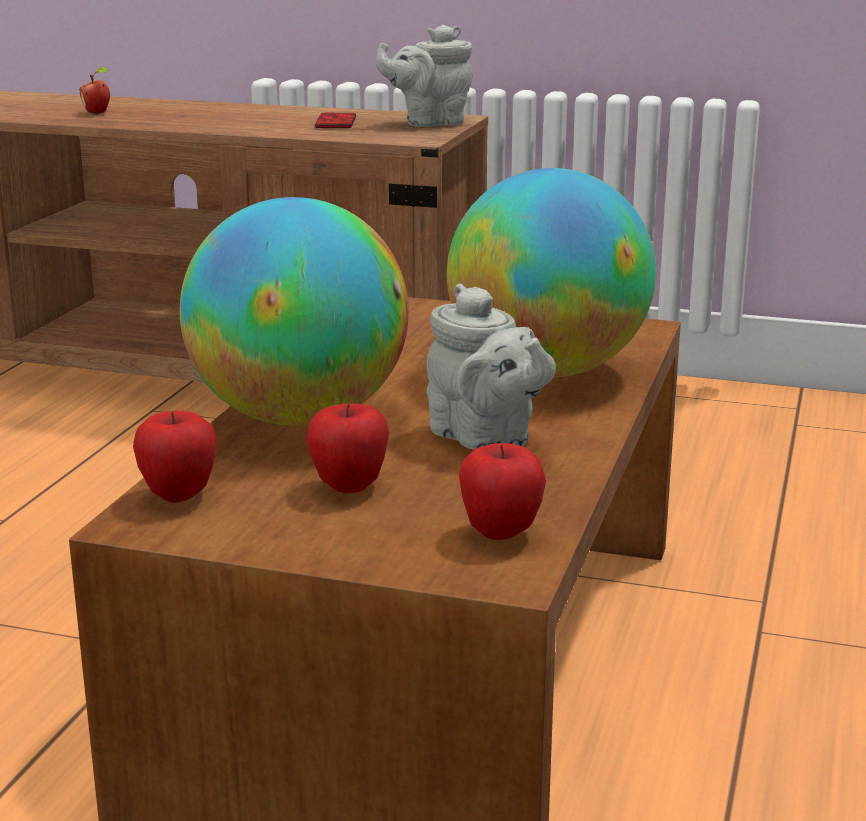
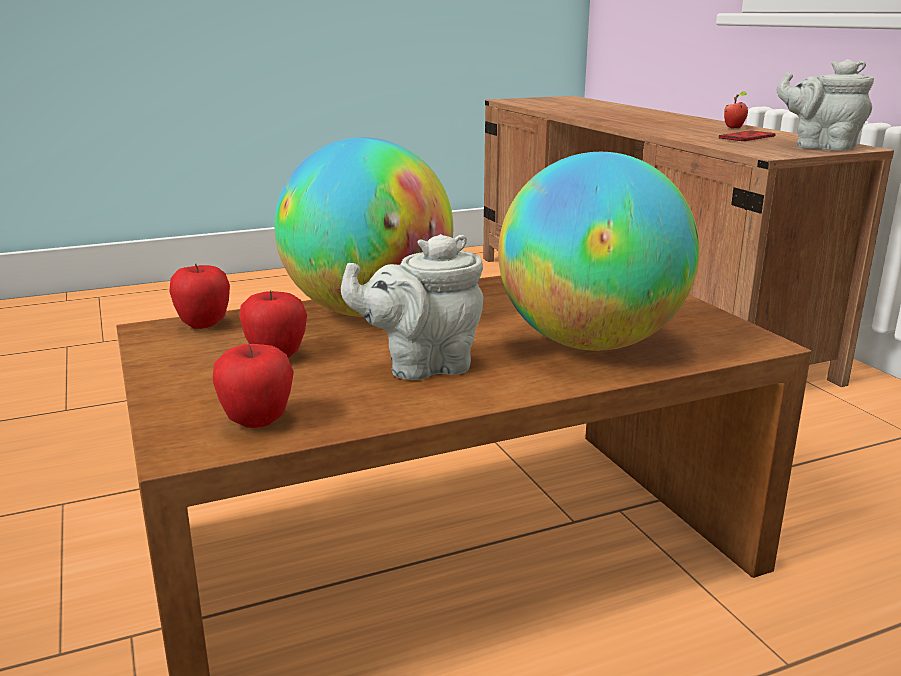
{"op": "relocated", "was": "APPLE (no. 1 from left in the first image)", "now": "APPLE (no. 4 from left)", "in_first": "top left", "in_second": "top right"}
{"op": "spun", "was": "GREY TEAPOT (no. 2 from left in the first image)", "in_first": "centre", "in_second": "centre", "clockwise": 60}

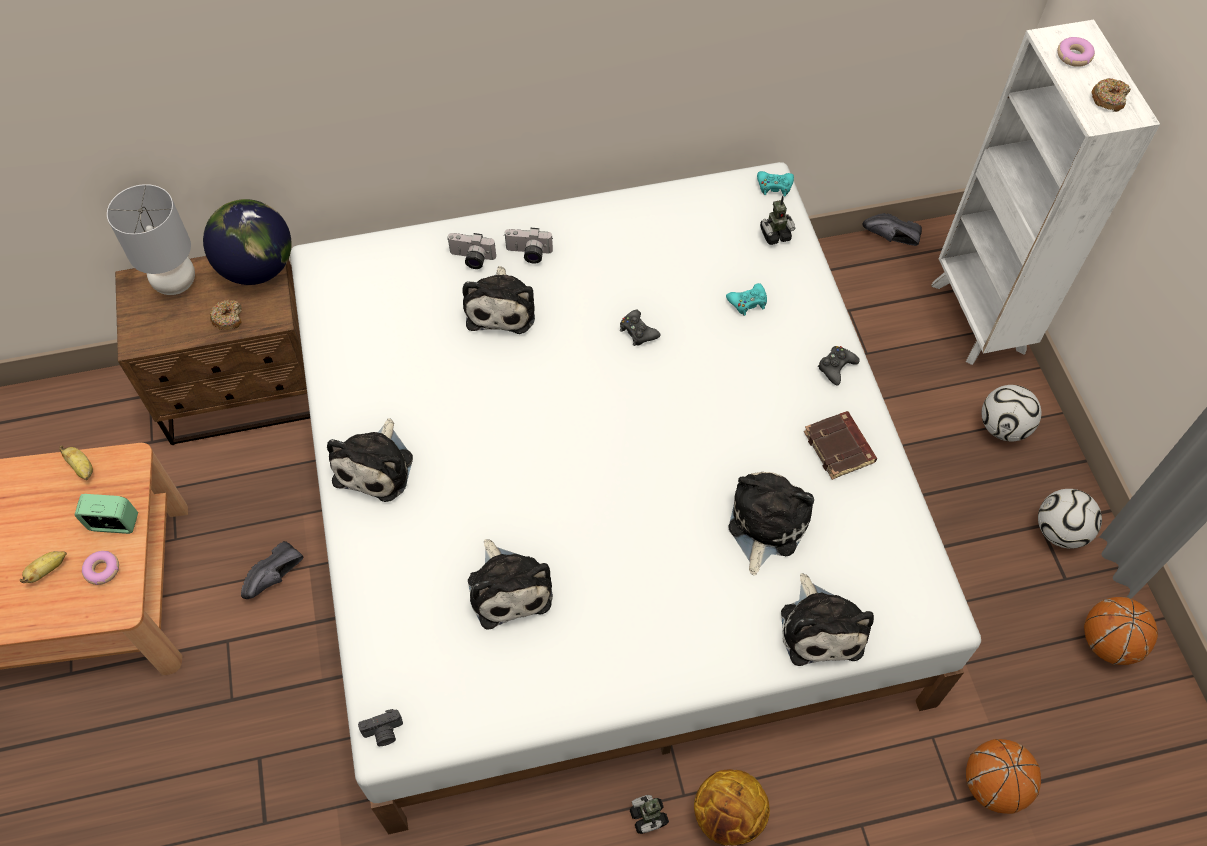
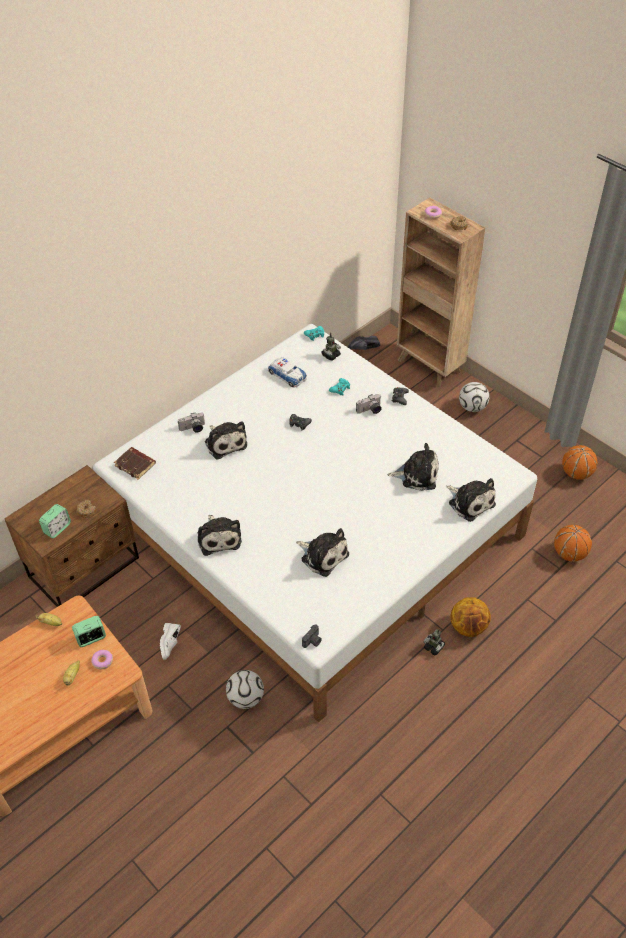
{"op": "colour", "was": "WHITE BOOKCASE", "now": "BROWN BOOKCASE", "in_first": "top right", "in_second": "top right"}
{"op": "missing", "was": "GREY TABLE LAMP", "in_first": "top left"}
{"op": "missing", "was": "GLOBE", "in_first": "top left"}
{"op": "relocated", "was": "PHOTO CAMERA (no. 3 from left)", "in_first": "top centre", "in_second": "centre"}
{"op": "relocated", "was": "BROWN BOOK", "in_first": "middle right", "in_second": "middle left"}
{"op": "spun", "was": "PLUSH TOY (no. 4 from left)", "in_first": "centre", "in_second": "centre", "clockwise": 105}
{"op": "relocated", "was": "FOOTBALL (no. 2 from left in the first image)", "now": "FOOTBALL (no. 1 from left)", "in_first": "middle right", "in_second": "bottom centre"}
{"op": "colour", "was": "BLACK SHOE (no. 1 from left)", "now": "WHITE SHOE", "in_first": "bottom left", "in_second": "bottom left"}
{"op": "appeared", "now": "TOY CAR", "in_second": "centre"}
{"op": "appeared", "now": "ALARM CLOCK (no. 1 from left)", "in_second": "middle left"}

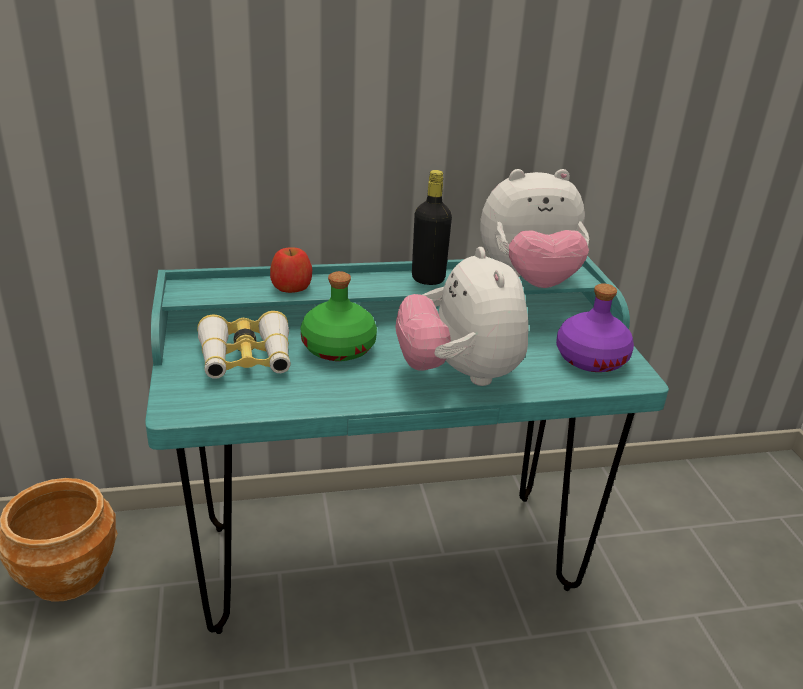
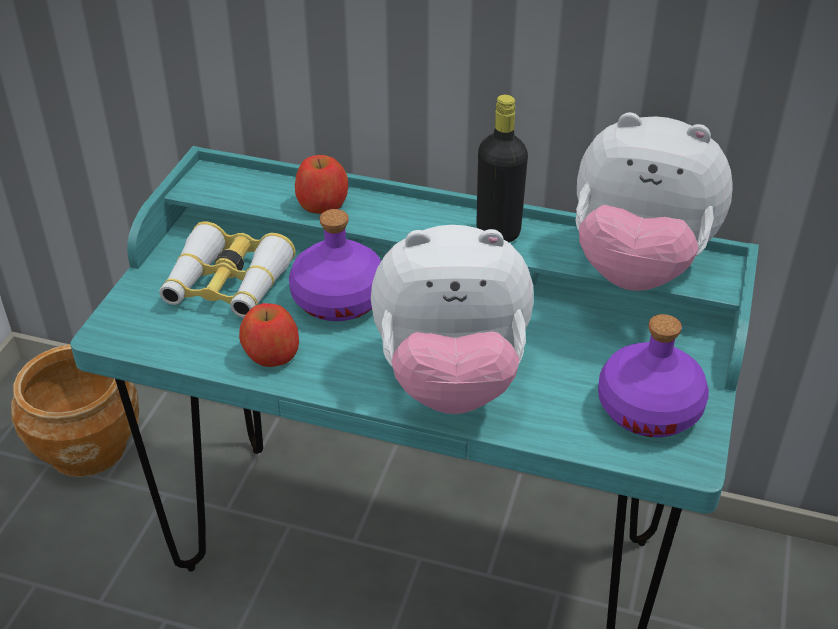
{"op": "spun", "was": "PLUSH TOY (no. 1 from left)", "in_first": "centre", "in_second": "centre", "clockwise": -105}
{"op": "colour", "was": "GREEN BOTTLE", "now": "PURPLE BOTTLE (no. 1 from left)", "in_first": "centre", "in_second": "centre"}
{"op": "appeared", "now": "APPLE (no. 1 from left)", "in_second": "middle left"}

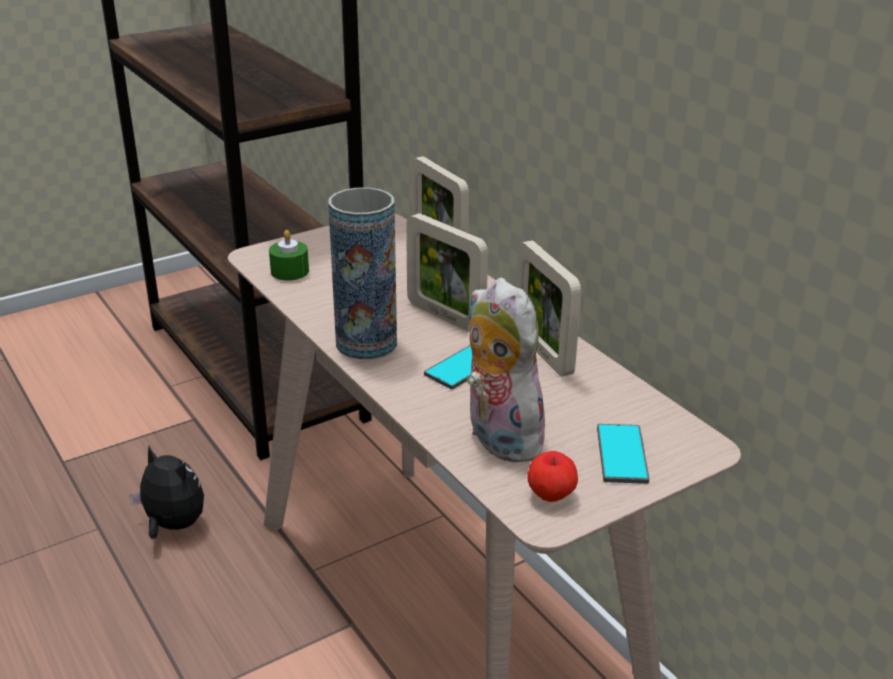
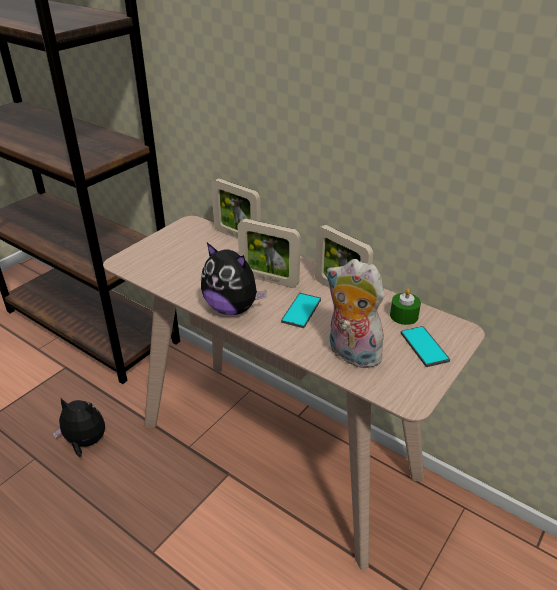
{"op": "exchanged", "was": "VASE", "now": "PLUSH TOY (no. 2 from left)", "in_first": "centre", "in_second": "centre"}
{"op": "relocated", "was": "GREEN CANDLE", "in_first": "middle left", "in_second": "middle right"}
{"op": "missing", "was": "APPLE", "in_first": "bottom centre"}

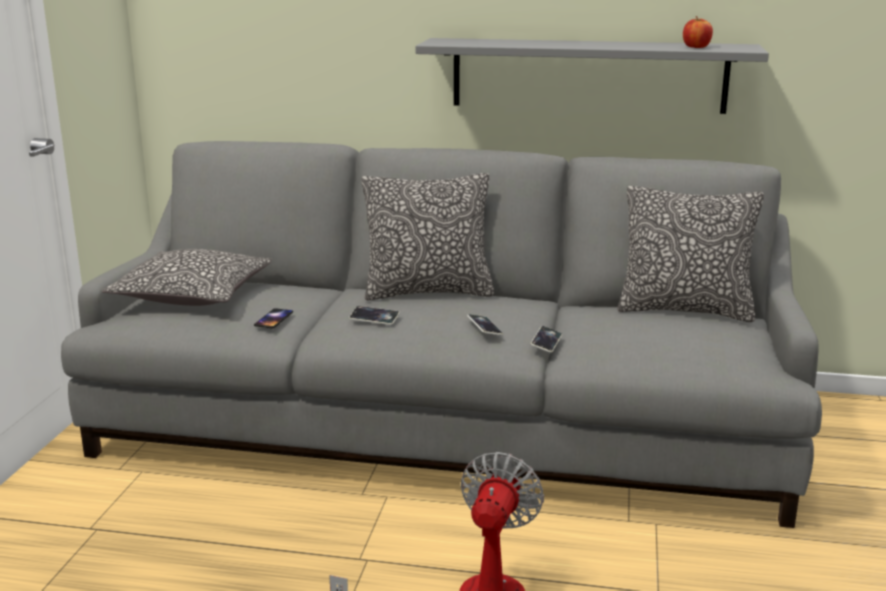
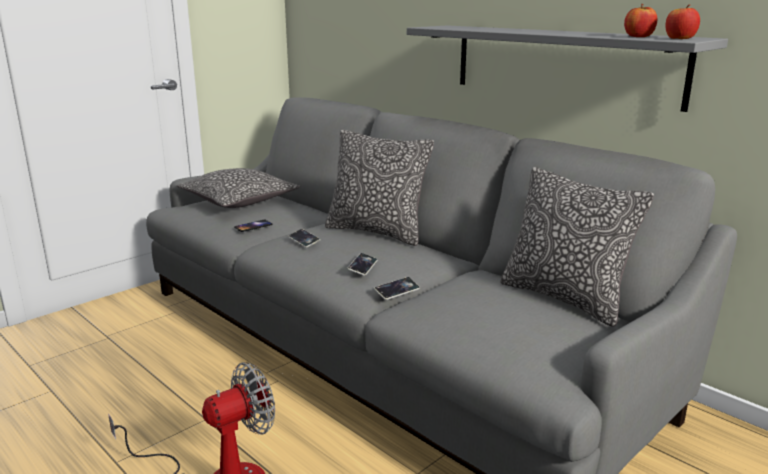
{"op": "appeared", "now": "APPLE (no. 2 from left)", "in_second": "top right"}

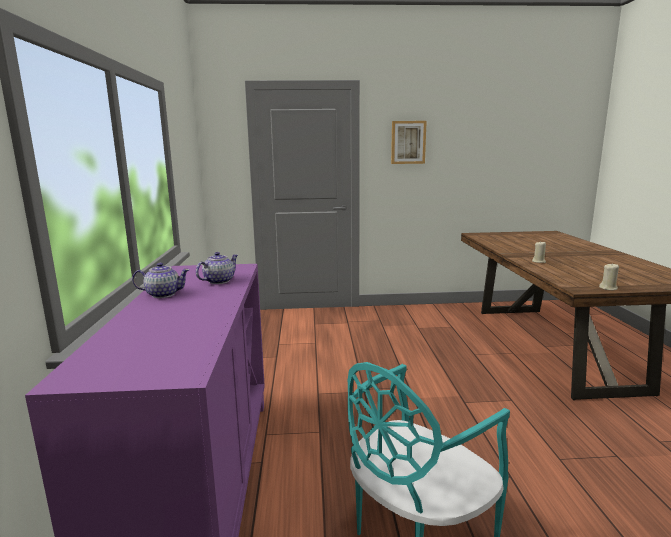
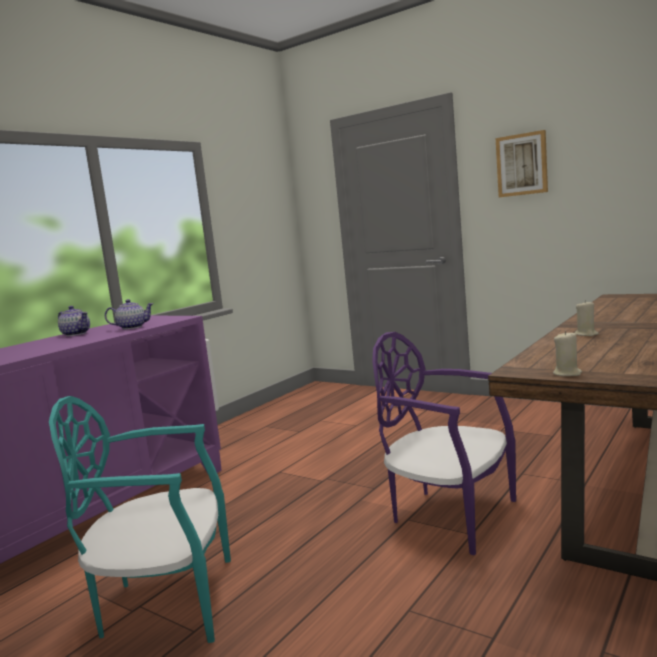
{"op": "appeared", "now": "PURPLE CHAIR", "in_second": "bottom right"}

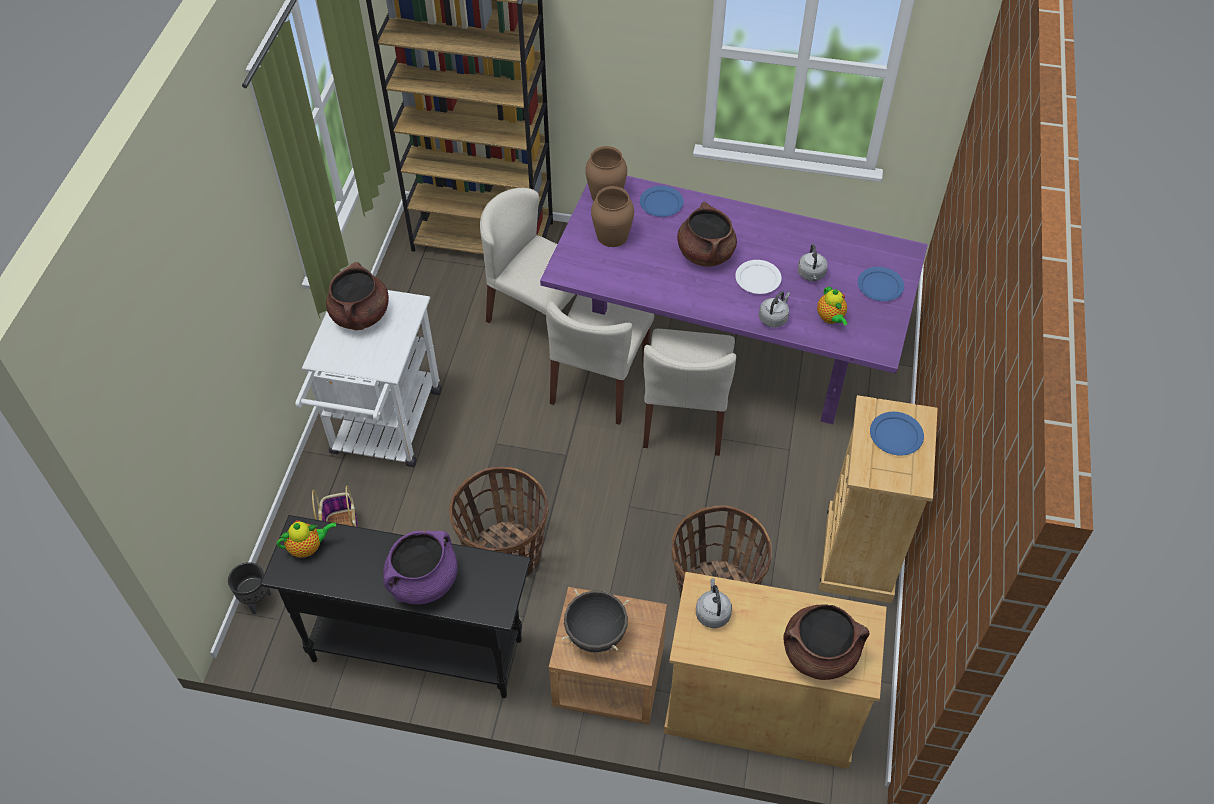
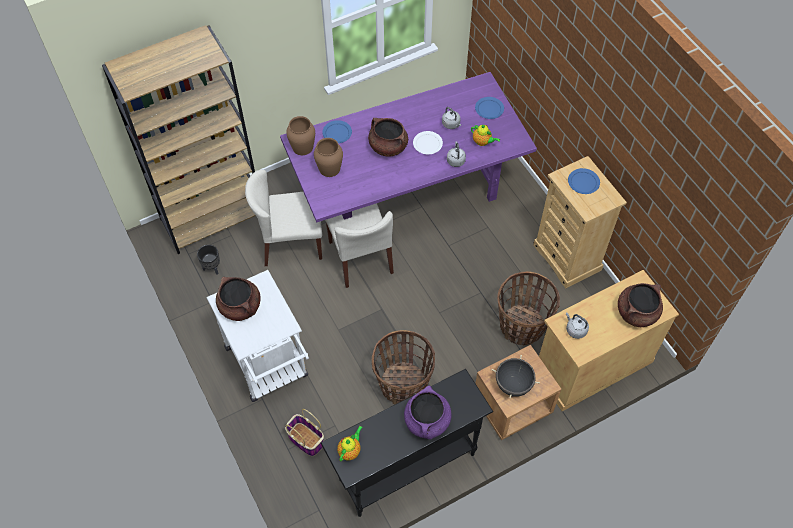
{"op": "missing", "was": "BEIGE CHAIR (no. 3 from left)", "in_first": "centre"}
{"op": "relocated", "was": "BLACK PLANTER", "in_first": "bottom left", "in_second": "middle left"}

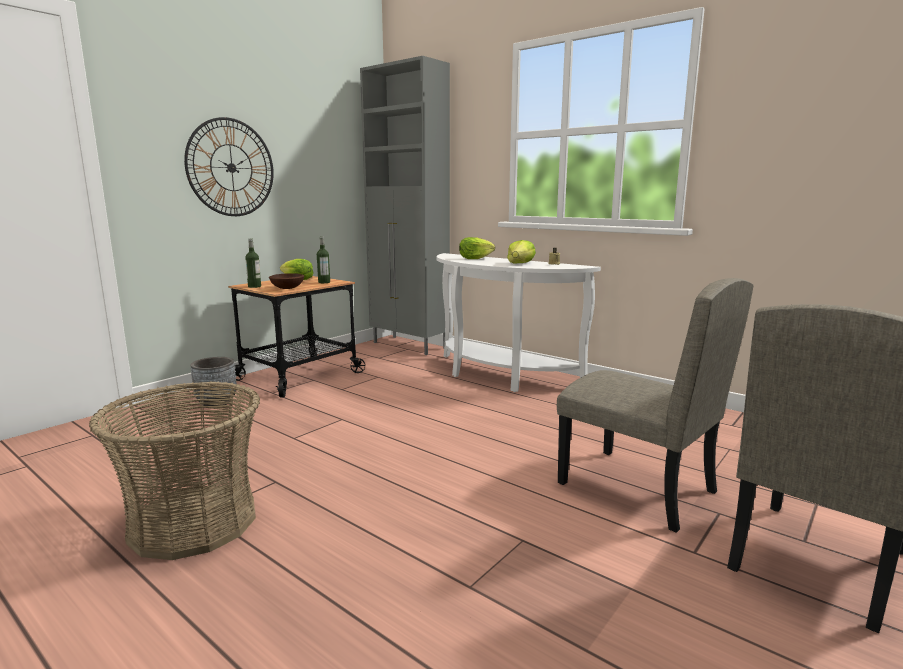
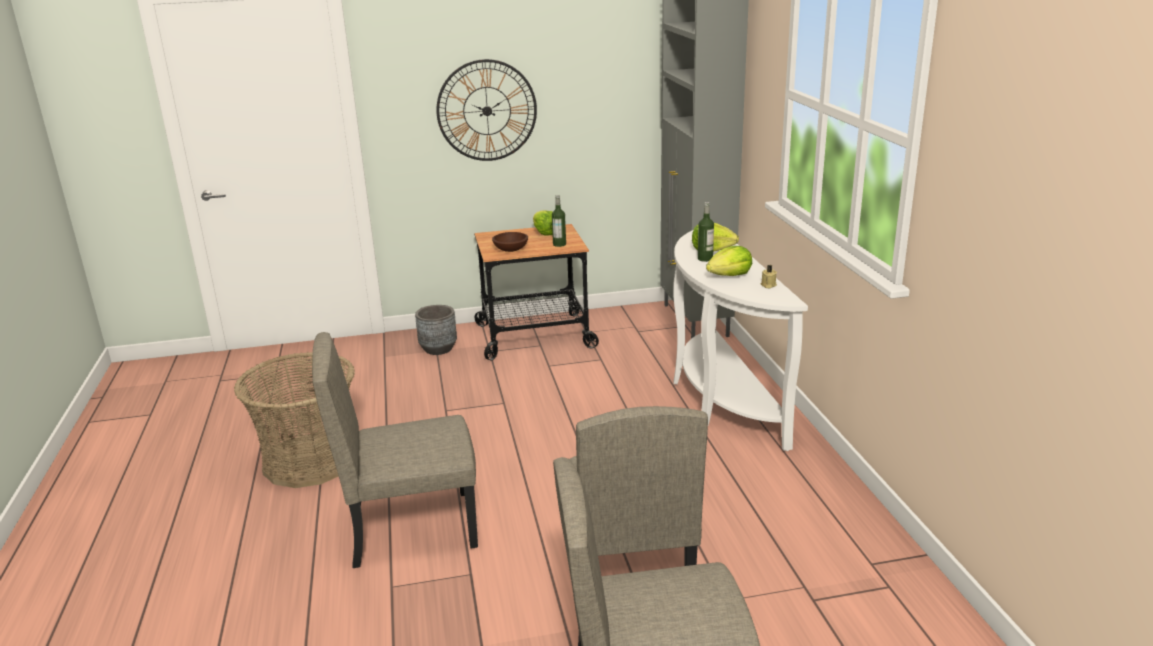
{"op": "relocated", "was": "BOTTLE (no. 1 from left in the first image)", "now": "BOTTLE (no. 2 from left)", "in_first": "middle left", "in_second": "centre"}
{"op": "appeared", "now": "BEIGE CHAIR (no. 1 from left)", "in_second": "bottom centre"}

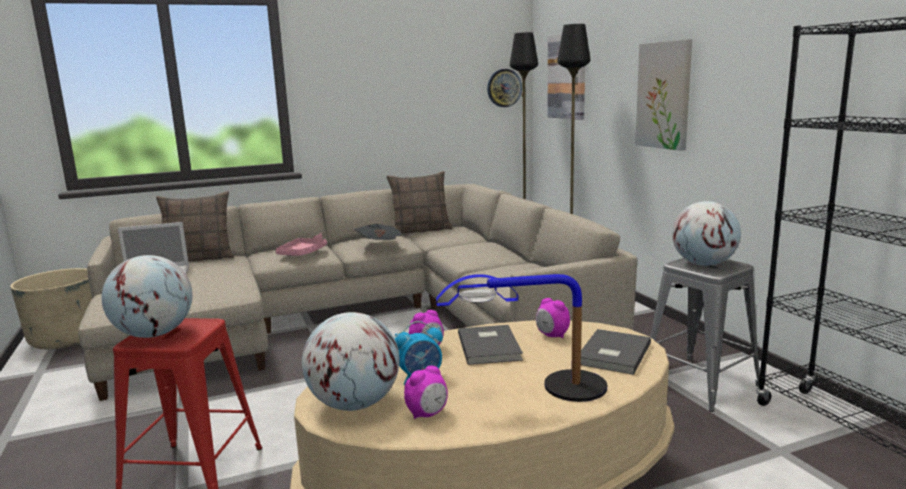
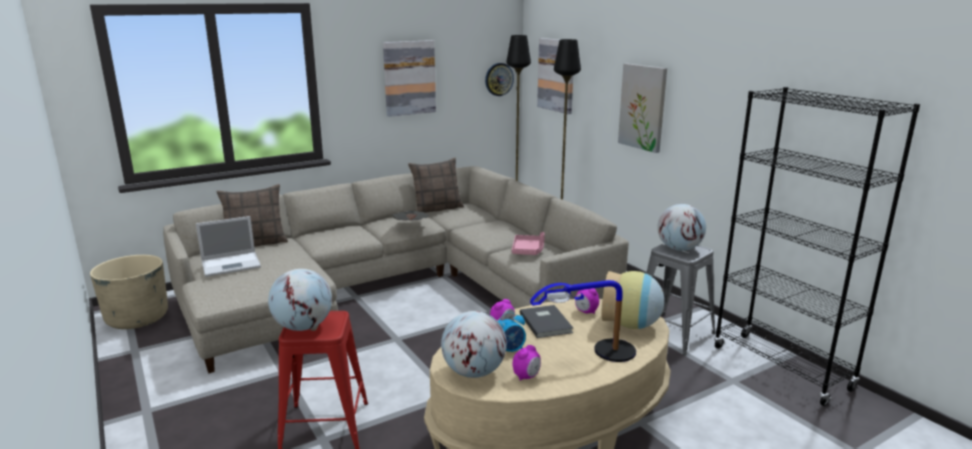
{"op": "relocated", "was": "PINK TRAY", "in_first": "middle left", "in_second": "centre"}
{"op": "exchanged", "was": "GREY BOOK (no. 2 from left)", "now": "VASE", "in_first": "bottom right", "in_second": "bottom centre"}
{"op": "appeared", "now": "PICTURE (no. 1 from left)", "in_second": "top centre"}

